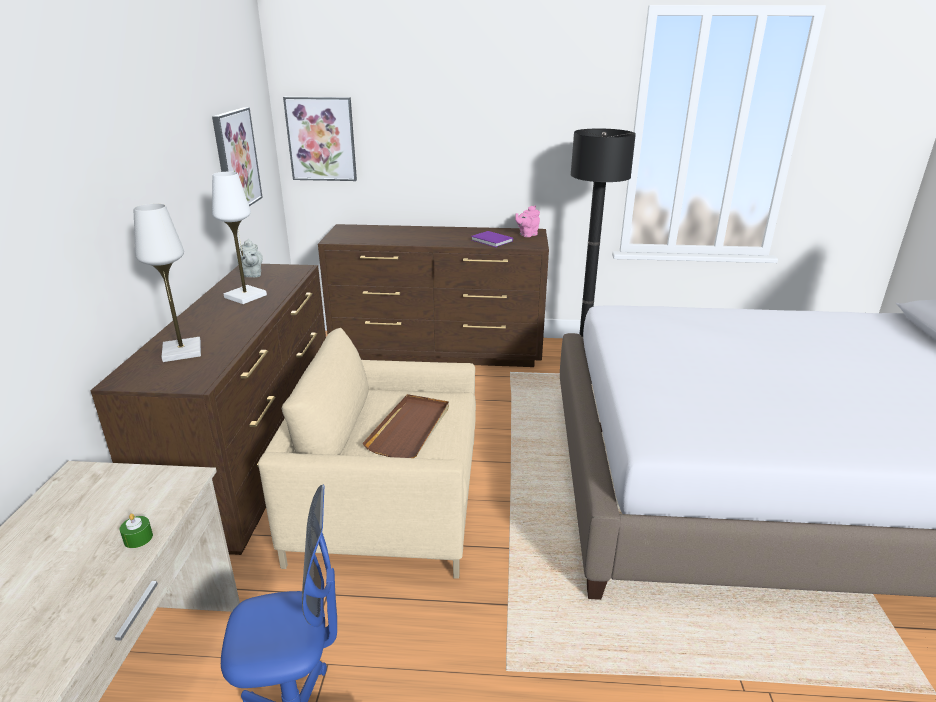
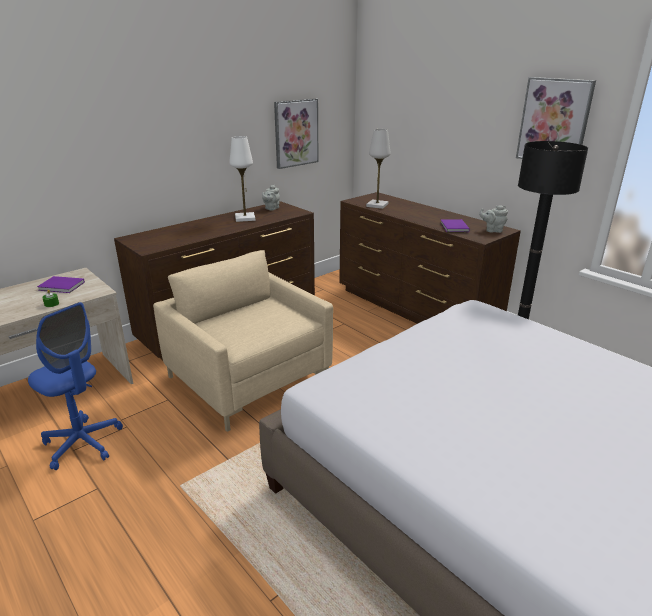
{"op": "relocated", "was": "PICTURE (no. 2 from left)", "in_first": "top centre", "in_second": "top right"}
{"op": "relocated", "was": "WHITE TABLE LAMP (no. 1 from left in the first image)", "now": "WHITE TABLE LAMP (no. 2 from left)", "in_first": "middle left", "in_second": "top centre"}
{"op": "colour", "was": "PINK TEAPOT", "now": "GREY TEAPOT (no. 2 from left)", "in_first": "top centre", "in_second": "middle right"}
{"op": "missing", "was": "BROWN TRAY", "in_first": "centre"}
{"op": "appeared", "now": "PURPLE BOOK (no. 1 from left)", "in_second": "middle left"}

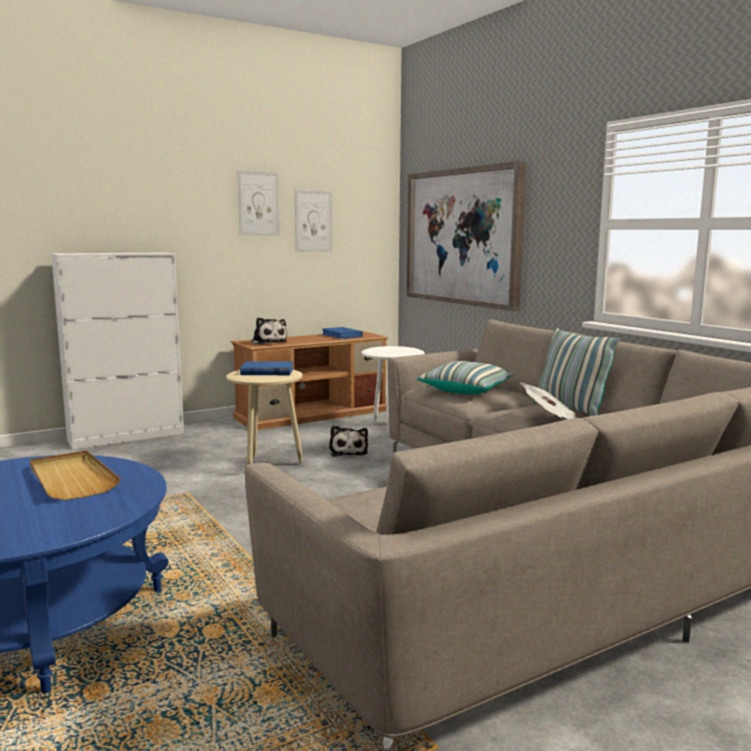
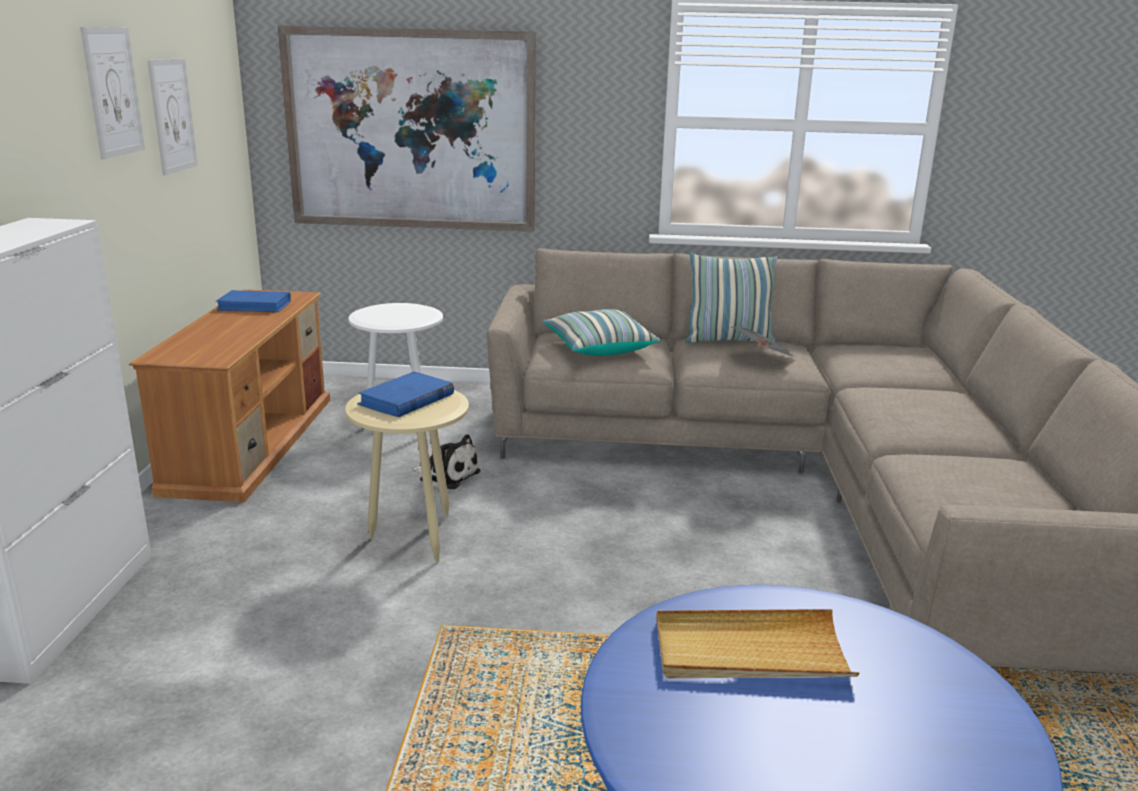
{"op": "missing", "was": "PLUSH TOY (no. 1 from left)", "in_first": "centre"}

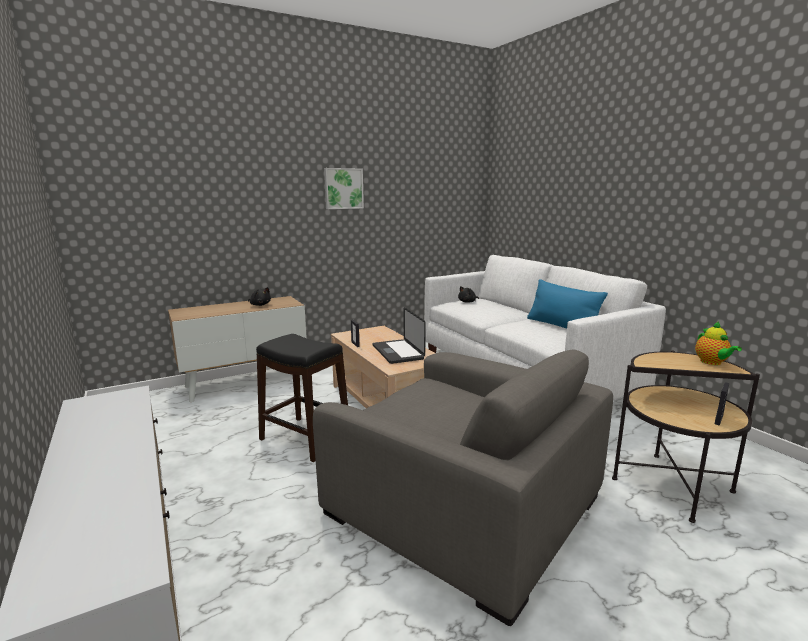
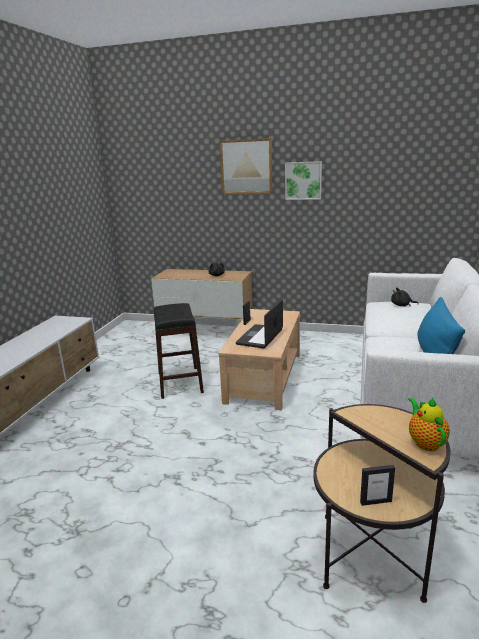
{"op": "spun", "was": "TEAPOT", "in_first": "middle right", "in_second": "middle right", "clockwise": 135}
{"op": "missing", "was": "GREY ARMCHAIR", "in_first": "bottom centre"}
{"op": "appeared", "now": "PICTURE (no. 1 from left)", "in_second": "top centre"}

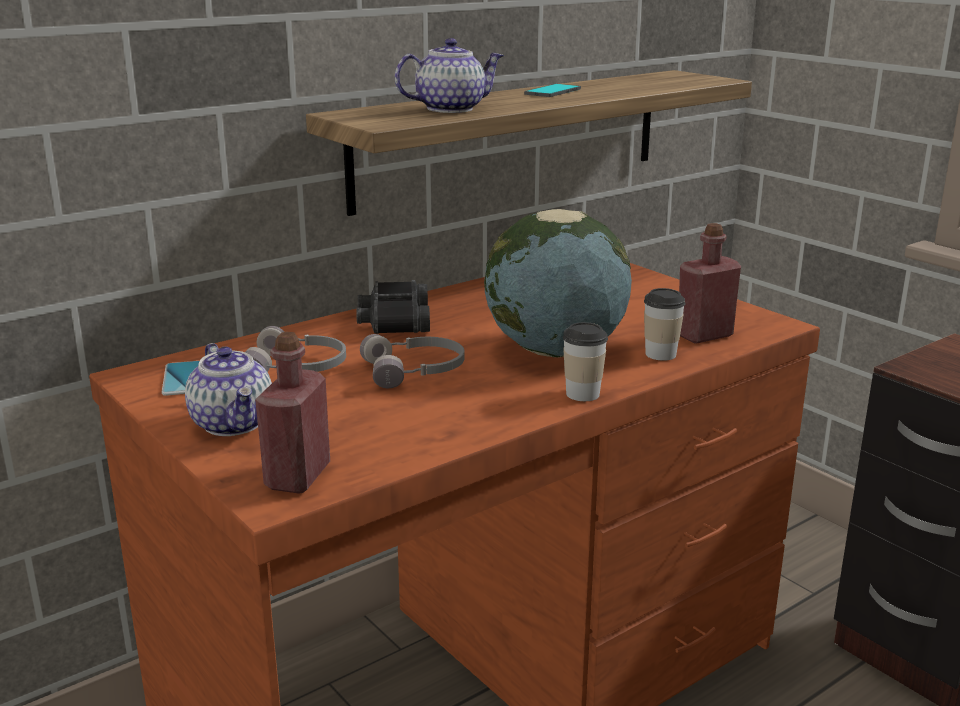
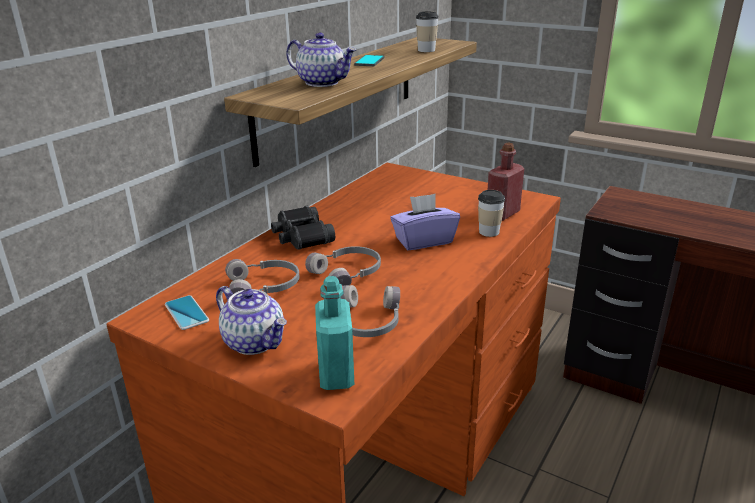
{"op": "spun", "was": "TEAPOT (no. 2 from left)", "in_first": "top centre", "in_second": "top centre", "clockwise": 75}
{"op": "exchanged", "was": "GLOBE", "now": "PURPLE TISSUE BOX", "in_first": "centre", "in_second": "centre"}
{"op": "relocated", "was": "CUP (no. 1 from left)", "in_first": "centre", "in_second": "top centre"}
{"op": "colour", "was": "RED BOTTLE (no. 1 from left)", "now": "TURQUOISE BOTTLE", "in_first": "middle left", "in_second": "centre"}
{"op": "appeared", "now": "GREY HEADPHONES (no. 3 from left)", "in_second": "centre"}

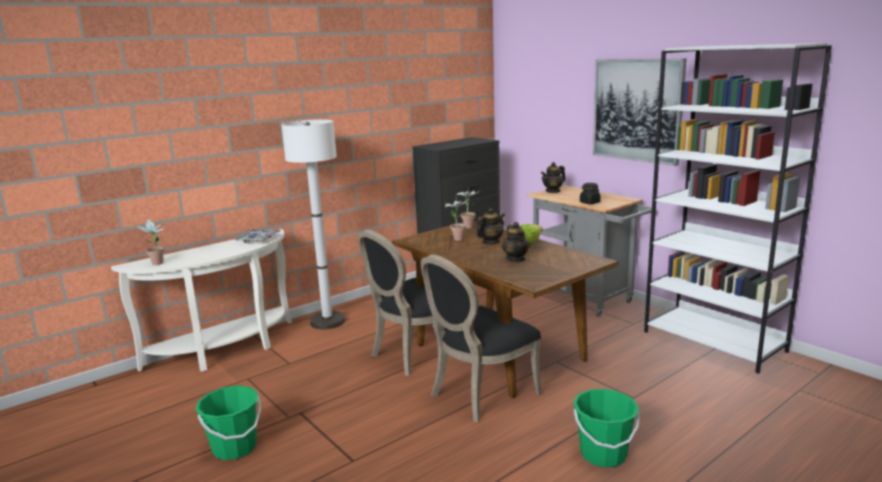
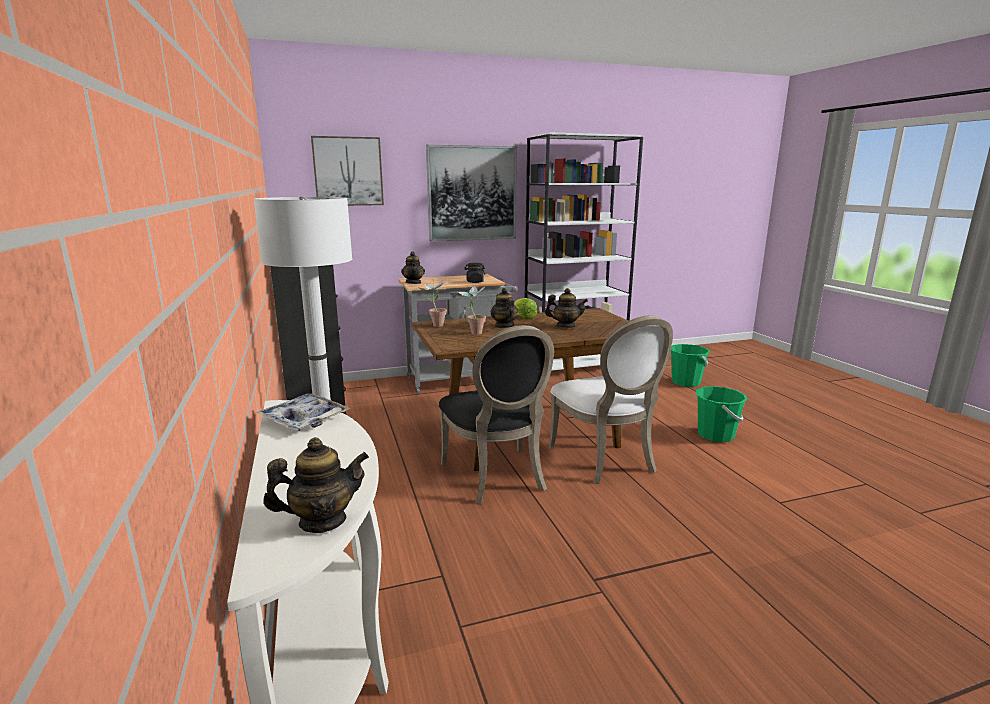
{"op": "exchanged", "was": "POTTED PLANT (no. 1 from left)", "now": "TEAPOT (no. 1 from left)", "in_first": "middle left", "in_second": "bottom left"}
{"op": "colour", "was": "BLACK CHAIR (no. 2 from left)", "now": "WHITE CHAIR", "in_first": "bottom centre", "in_second": "centre"}
{"op": "relocated", "was": "GREEN BUCKET (no. 1 from left)", "in_first": "bottom left", "in_second": "middle right"}
{"op": "appeared", "now": "PICTURE (no. 1 from left)", "in_second": "top centre"}

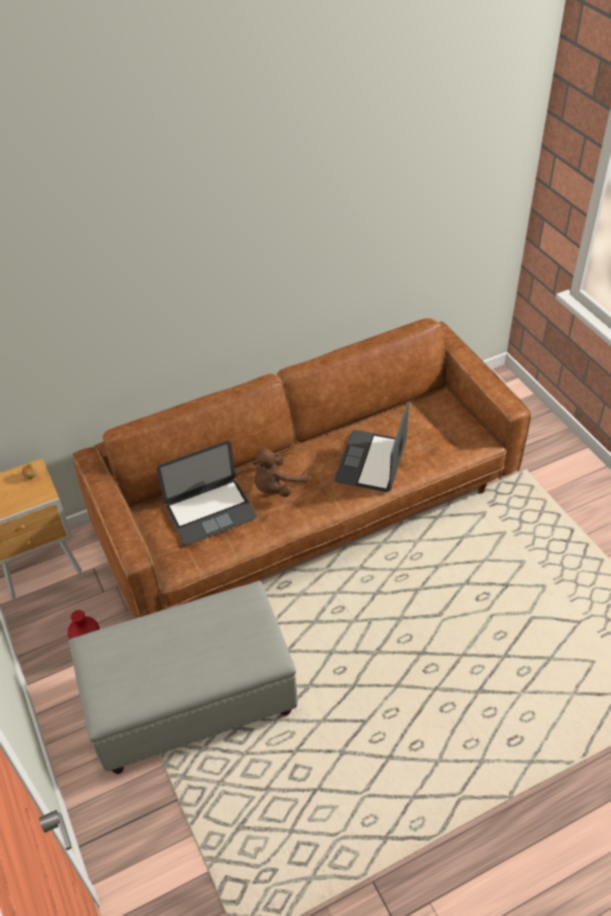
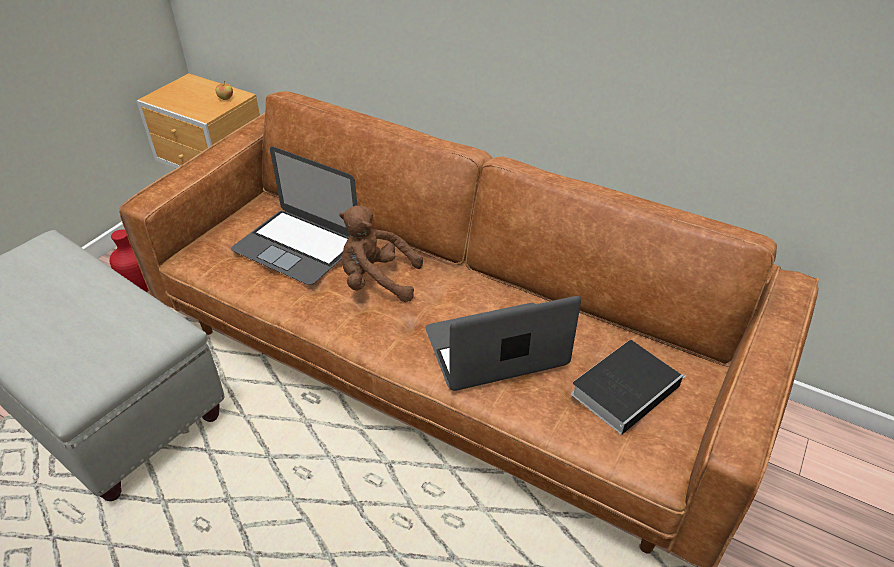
{"op": "appeared", "now": "BOOK", "in_second": "bottom right"}

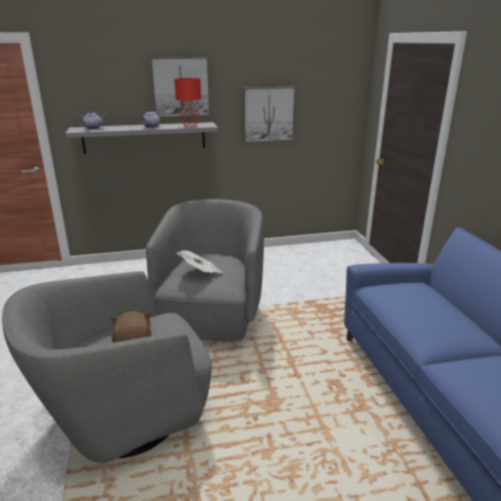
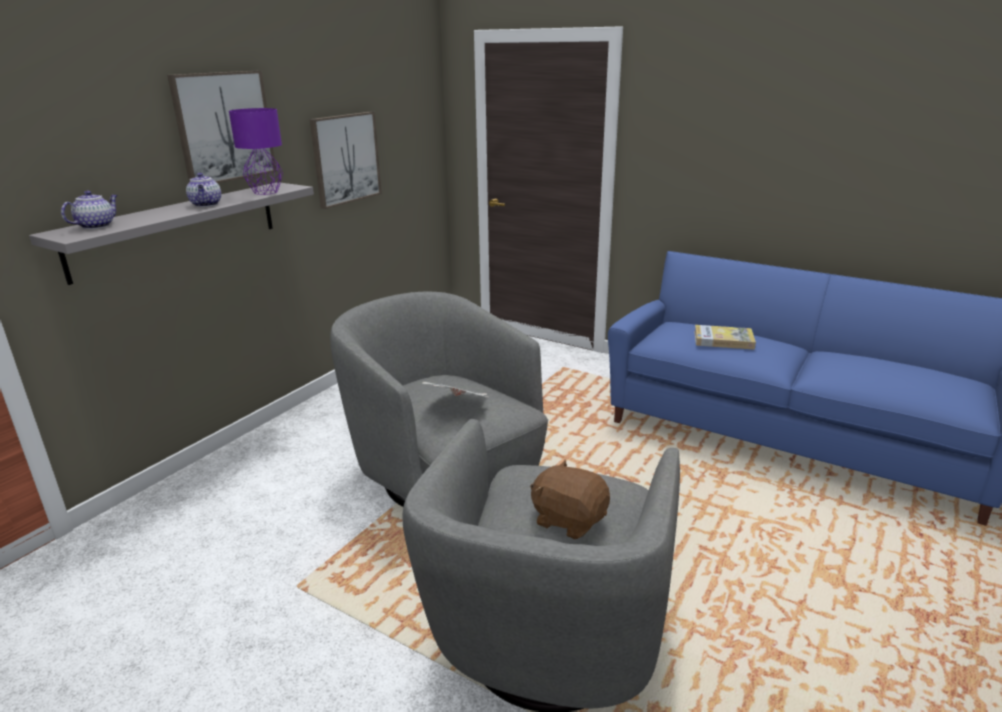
{"op": "colour", "was": "RED TABLE LAMP", "now": "PURPLE TABLE LAMP", "in_first": "top centre", "in_second": "top left"}
{"op": "appeared", "now": "BOOK", "in_second": "middle right"}

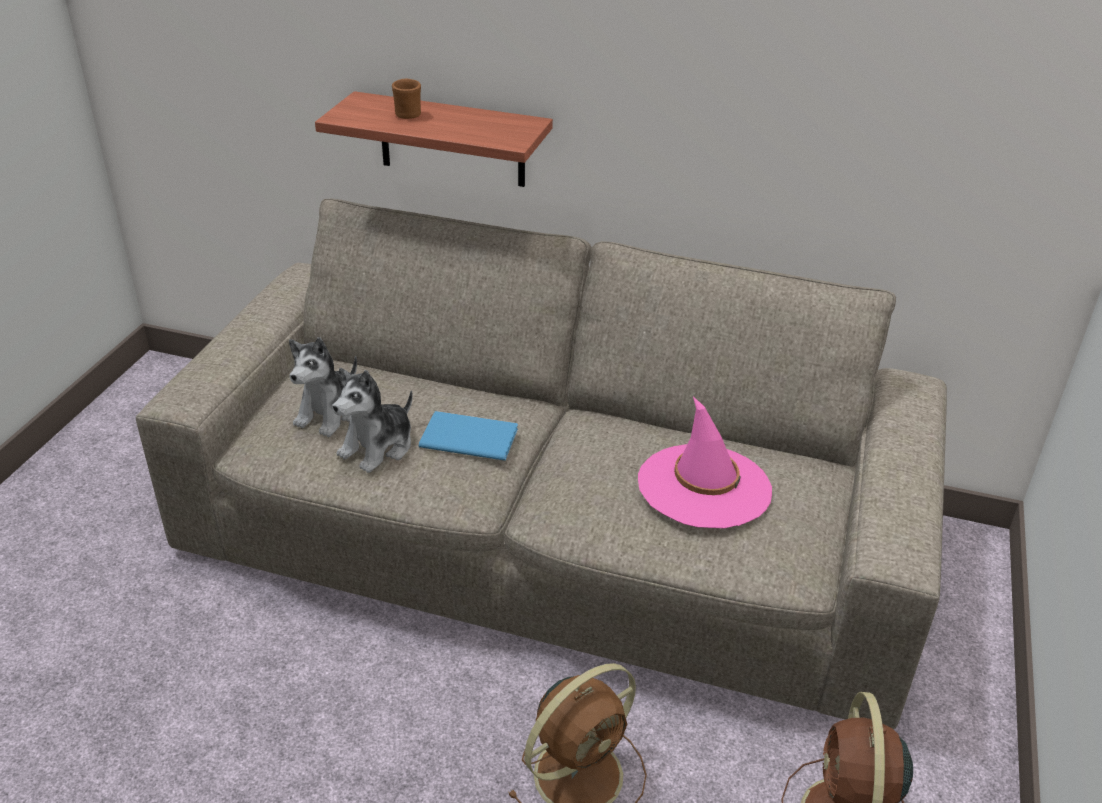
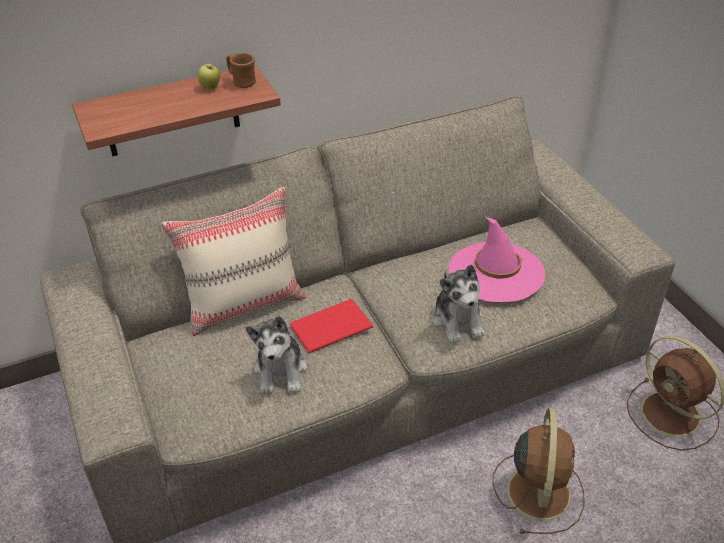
{"op": "relocated", "was": "BROWN MUG", "in_first": "top centre", "in_second": "top left"}
{"op": "relocated", "was": "PLUSH TOY (no. 1 from left in the first image)", "now": "PLUSH TOY (no. 2 from left)", "in_first": "middle left", "in_second": "centre"}
{"op": "colour", "was": "BLUE BOOK", "now": "RED BOOK", "in_first": "centre", "in_second": "centre"}
{"op": "appeared", "now": "APPLE", "in_second": "top left"}
{"op": "appeared", "now": "BEIGE PILLOW", "in_second": "middle left"}

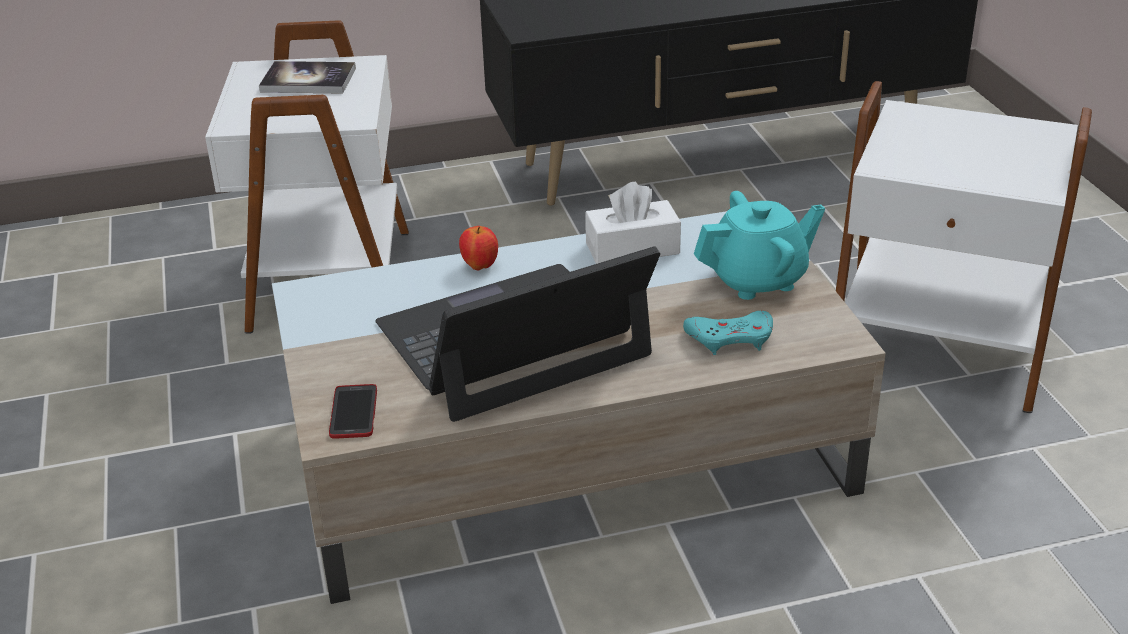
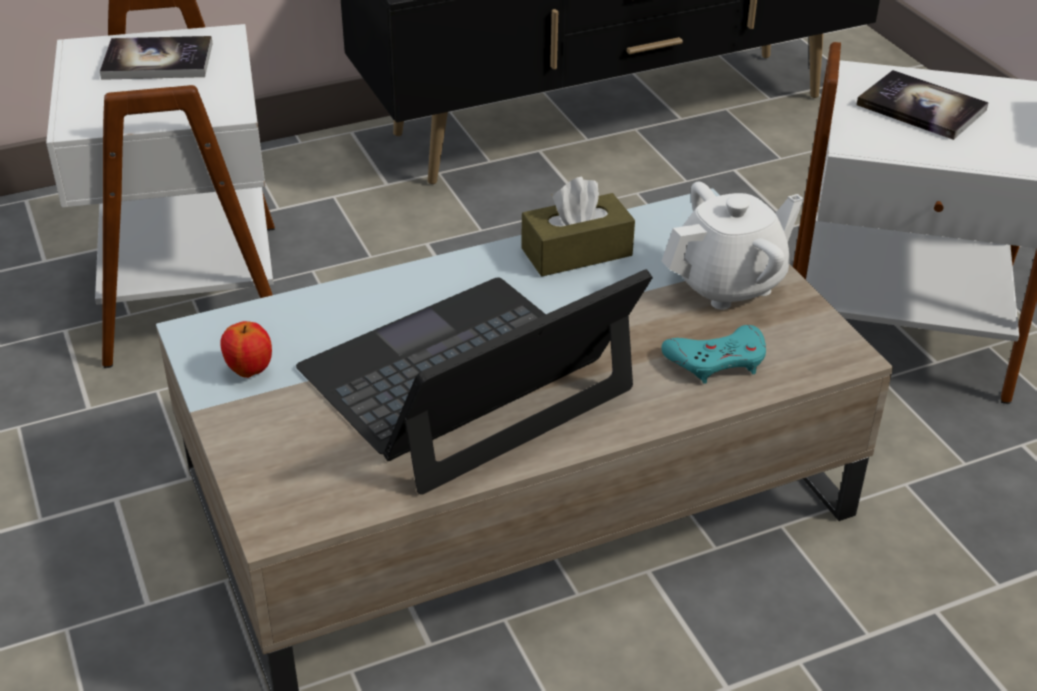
{"op": "colour", "was": "WHITE TISSUE BOX", "now": "BROWN TISSUE BOX", "in_first": "centre", "in_second": "top centre"}
{"op": "colour", "was": "TURQUOISE TEAPOT", "now": "WHITE TEAPOT", "in_first": "middle right", "in_second": "middle right"}
{"op": "relocated", "was": "APPLE", "in_first": "centre", "in_second": "middle left"}
{"op": "missing", "was": "PHONE", "in_first": "middle left"}
{"op": "appeared", "now": "BOOK (no. 2 from left)", "in_second": "top right"}

